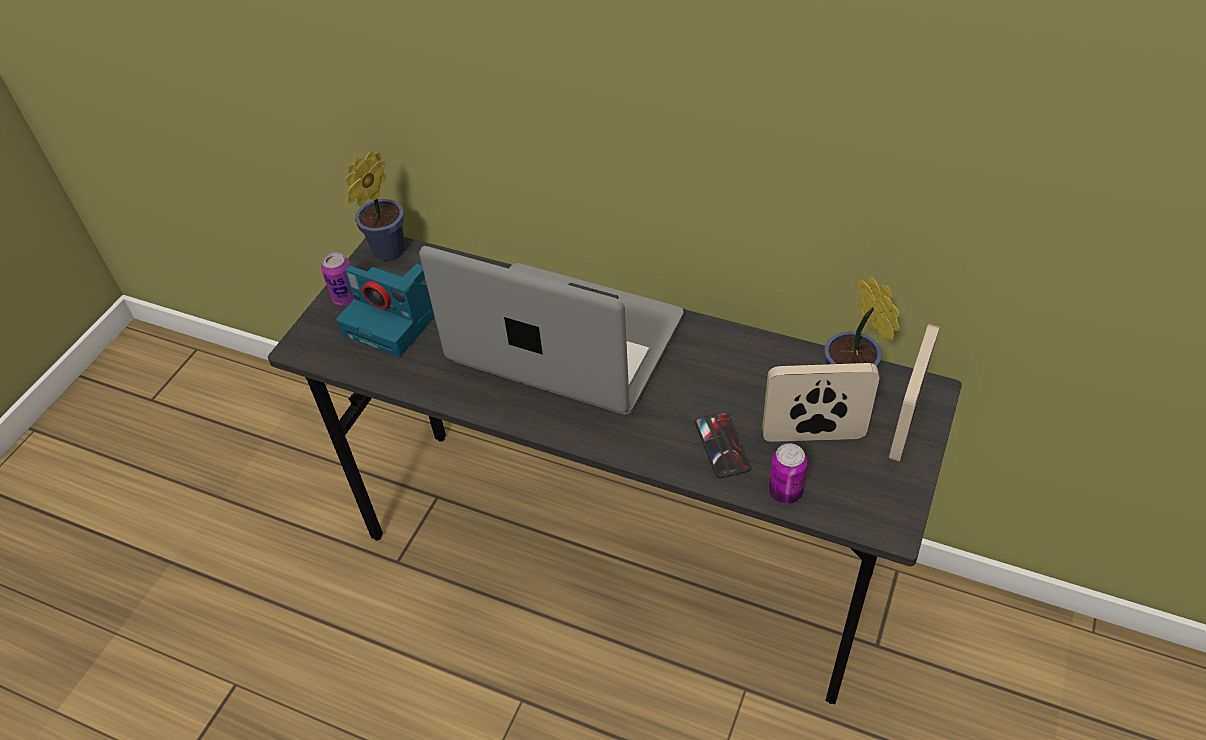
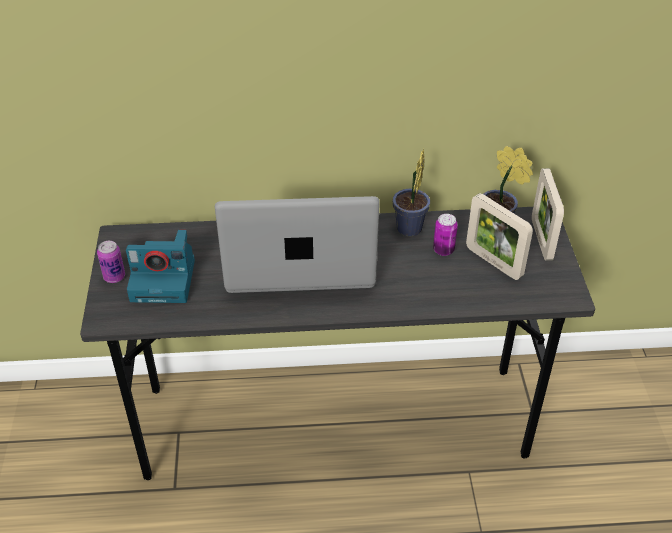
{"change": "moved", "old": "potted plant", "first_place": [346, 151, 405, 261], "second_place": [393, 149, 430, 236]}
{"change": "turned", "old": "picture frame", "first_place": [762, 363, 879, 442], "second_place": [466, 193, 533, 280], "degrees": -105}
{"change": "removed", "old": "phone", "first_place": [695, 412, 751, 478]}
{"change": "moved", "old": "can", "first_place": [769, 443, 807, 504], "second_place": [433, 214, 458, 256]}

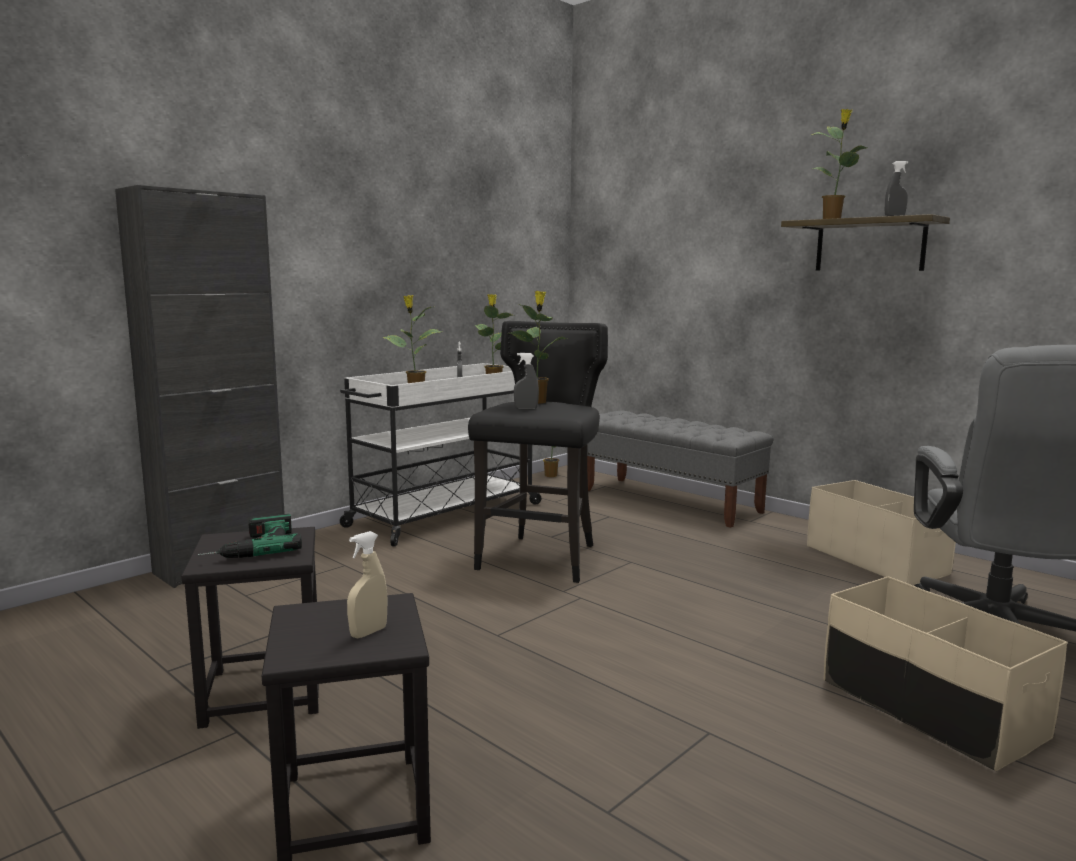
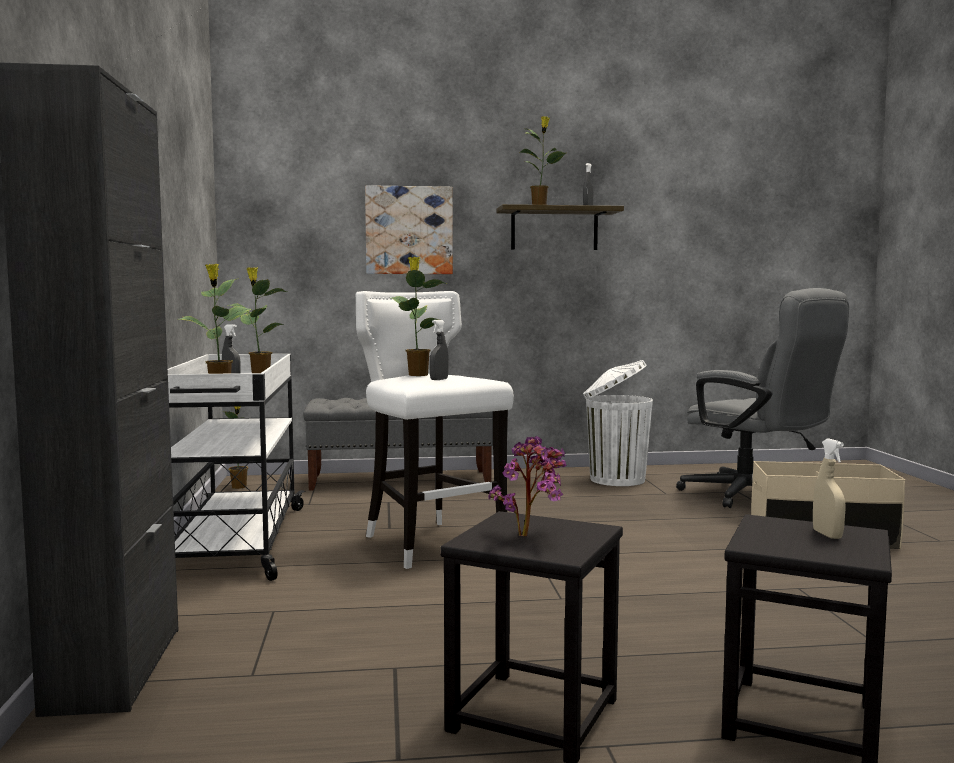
{"change": "recoloured", "old": "stool in black", "new": "stool in white", "first_place": [468, 321, 608, 583], "second_place": [356, 291, 514, 569]}
{"change": "replaced", "old": "storage box in beige", "new": "trash can in white", "first_place": [807, 480, 956, 585], "second_place": [583, 360, 653, 486]}
{"change": "replaced", "old": "power drill", "new": "potted plant", "first_place": [198, 514, 302, 558], "second_place": [488, 436, 567, 536]}
{"change": "added", "new": "picture", "second_place": [365, 185, 453, 274]}

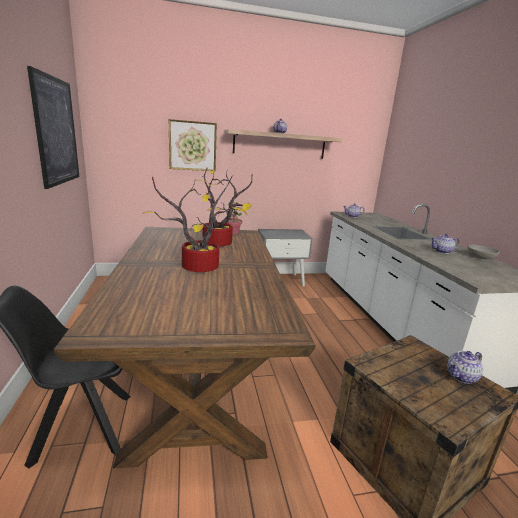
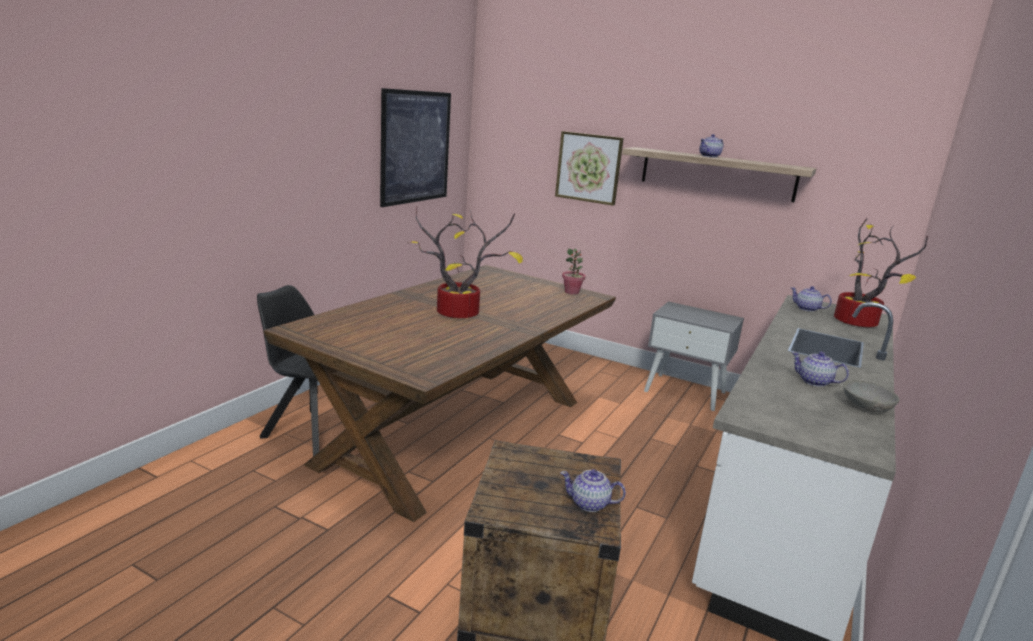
{"change": "moved", "old": "potted plant", "first_place": [202, 168, 252, 246], "second_place": [834, 218, 928, 327]}

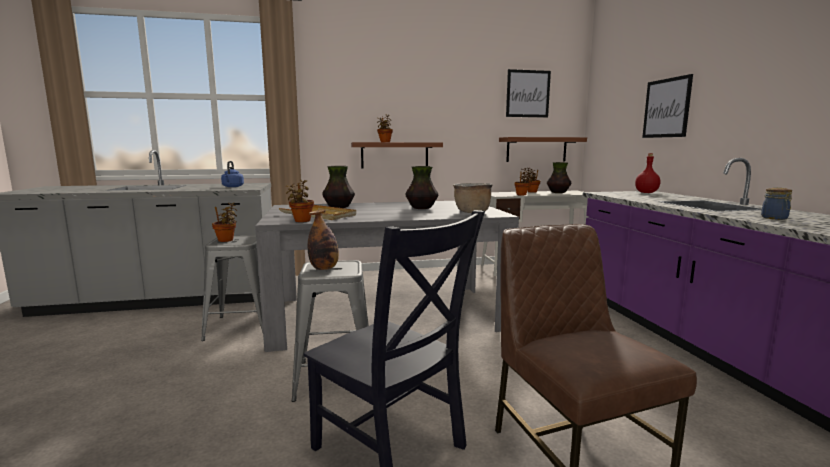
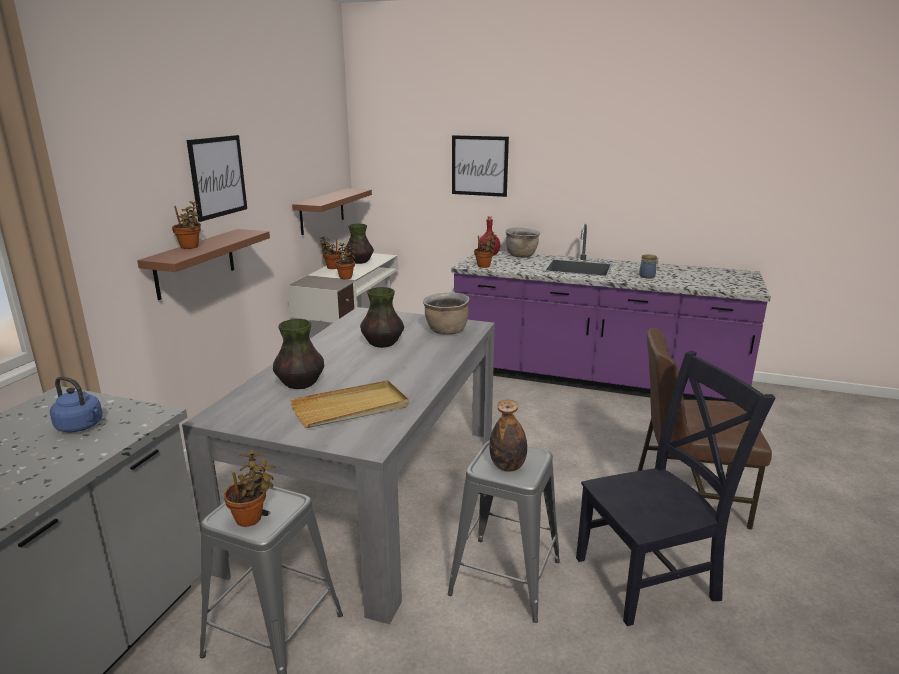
{"change": "moved", "old": "picture", "first_place": [506, 69, 551, 118], "second_place": [187, 135, 247, 222]}
{"change": "moved", "old": "potted plant", "first_place": [286, 180, 314, 222], "second_place": [474, 232, 497, 268]}
{"change": "added", "new": "cooking pot in brown", "second_place": [506, 228, 540, 258]}

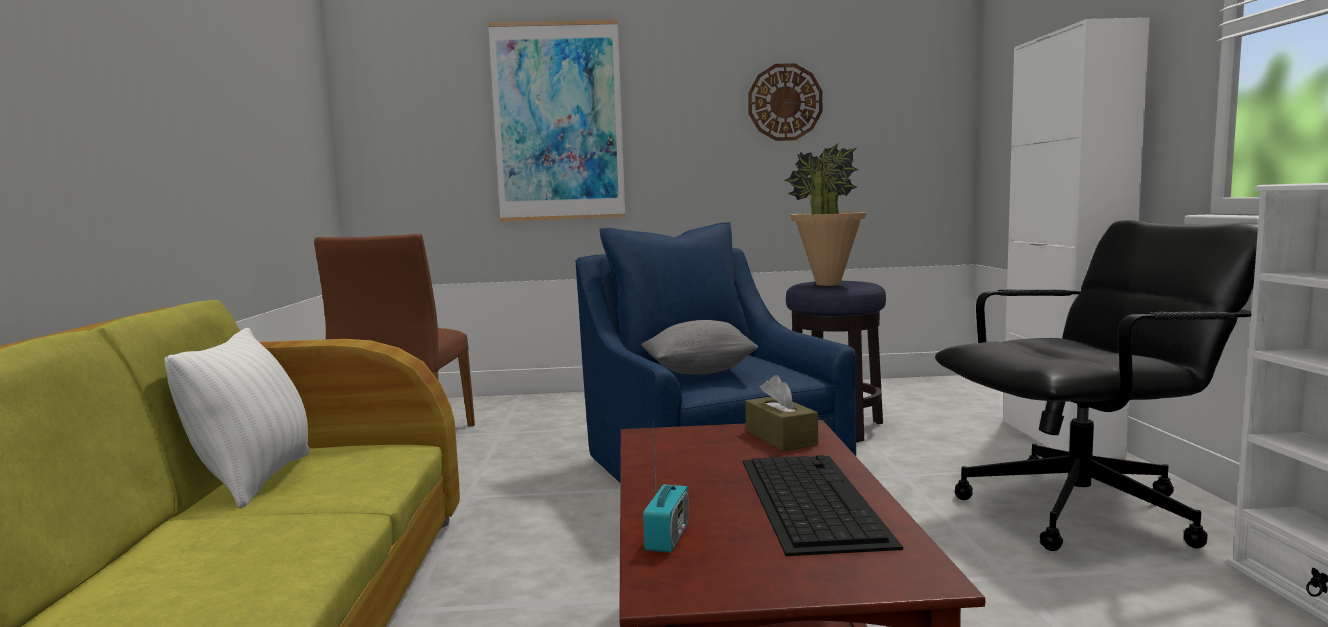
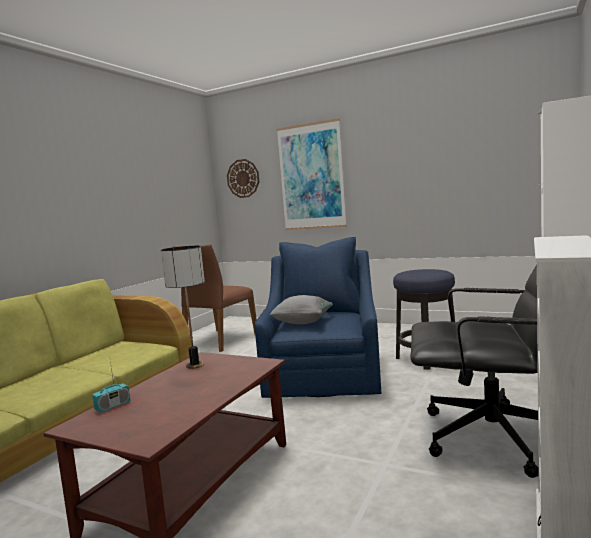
{"change": "moved", "old": "wall clock", "first_place": [748, 63, 823, 141], "second_place": [227, 159, 259, 198]}
{"change": "removed", "old": "potted plant", "first_place": [784, 144, 867, 286]}
{"change": "removed", "old": "pillow in white", "first_place": [164, 328, 310, 508]}
{"change": "removed", "old": "tissue box in brown", "first_place": [745, 375, 818, 451]}
{"change": "removed", "old": "keyboard", "first_place": [742, 455, 903, 556]}
{"change": "added", "new": "table lamp", "second_place": [161, 246, 205, 369]}

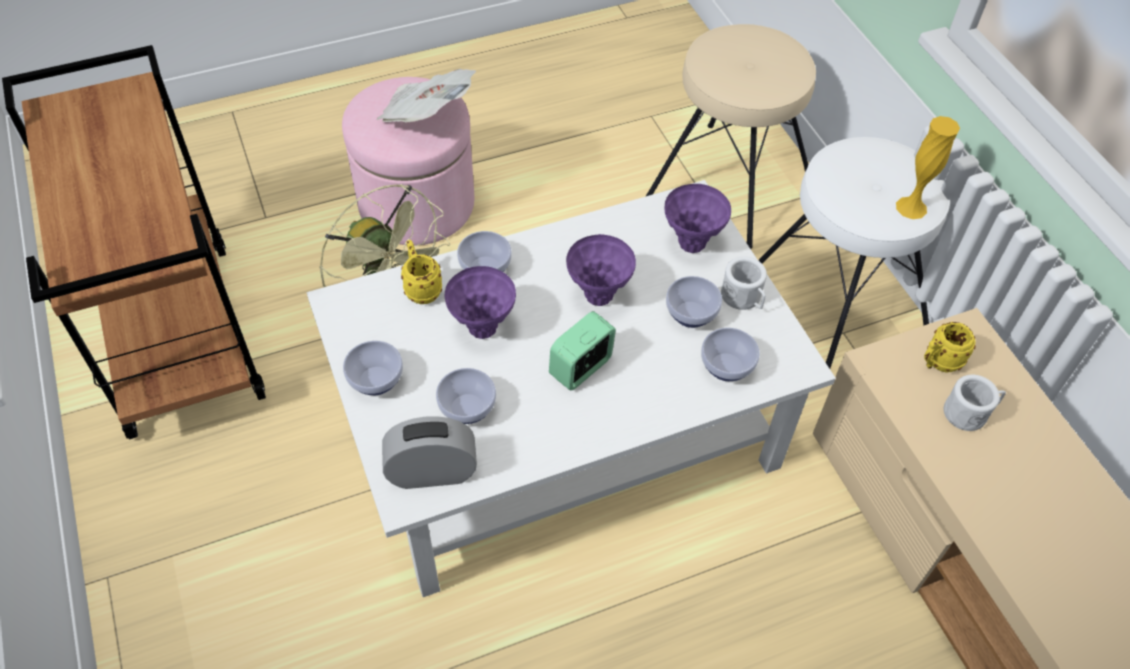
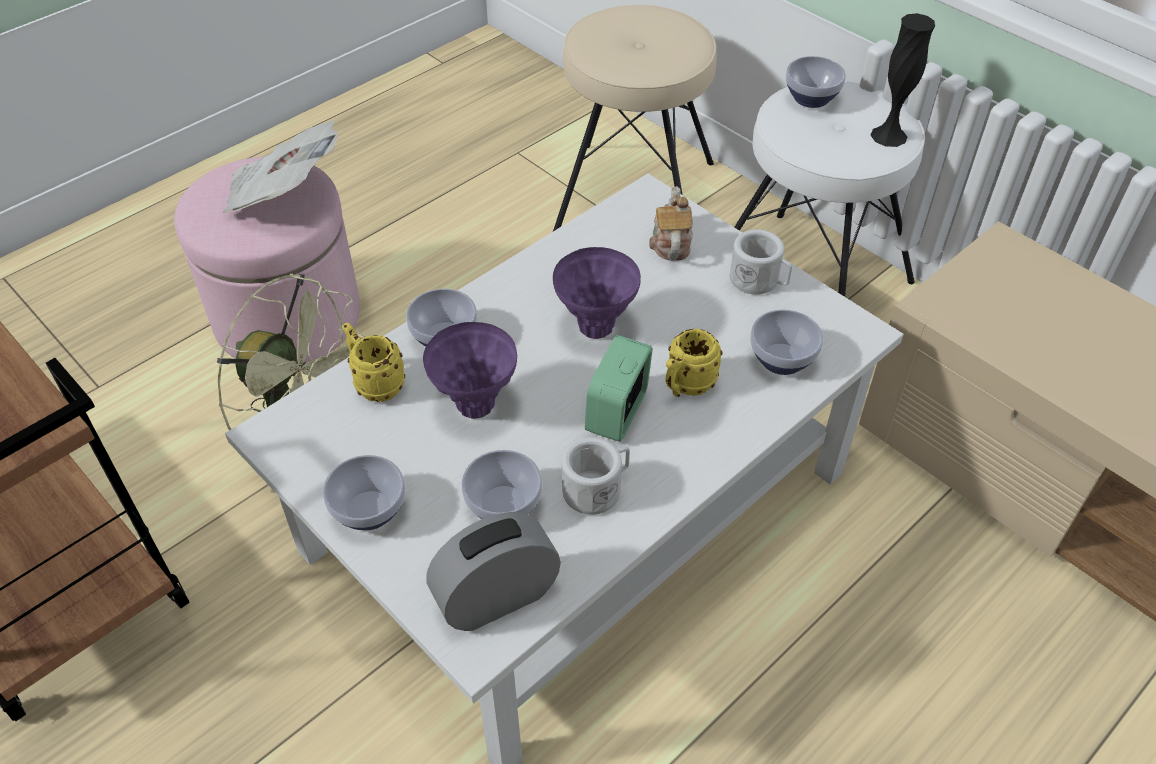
{"change": "recoloured", "old": "vase in yellow", "new": "vase in black", "first_place": [896, 116, 960, 219], "second_place": [871, 13, 935, 147]}
{"change": "replaced", "old": "vase in purple", "new": "teapot", "first_place": [664, 184, 731, 253], "second_place": [649, 186, 693, 261]}
{"change": "moved", "old": "bowl", "first_place": [666, 276, 722, 328], "second_place": [786, 56, 846, 108]}
{"change": "moved", "old": "mug in yellow", "first_place": [924, 322, 976, 372], "second_place": [665, 329, 722, 397]}
{"change": "moved", "old": "mug in white", "first_place": [943, 375, 1006, 431], "second_place": [562, 437, 630, 515]}

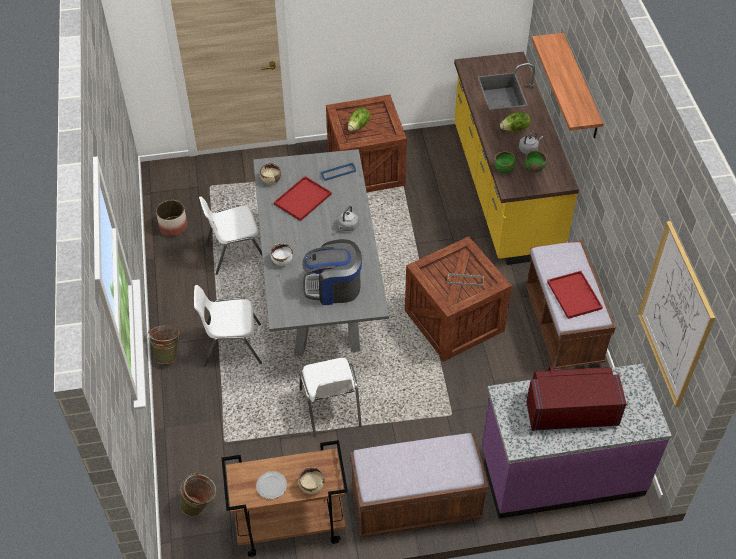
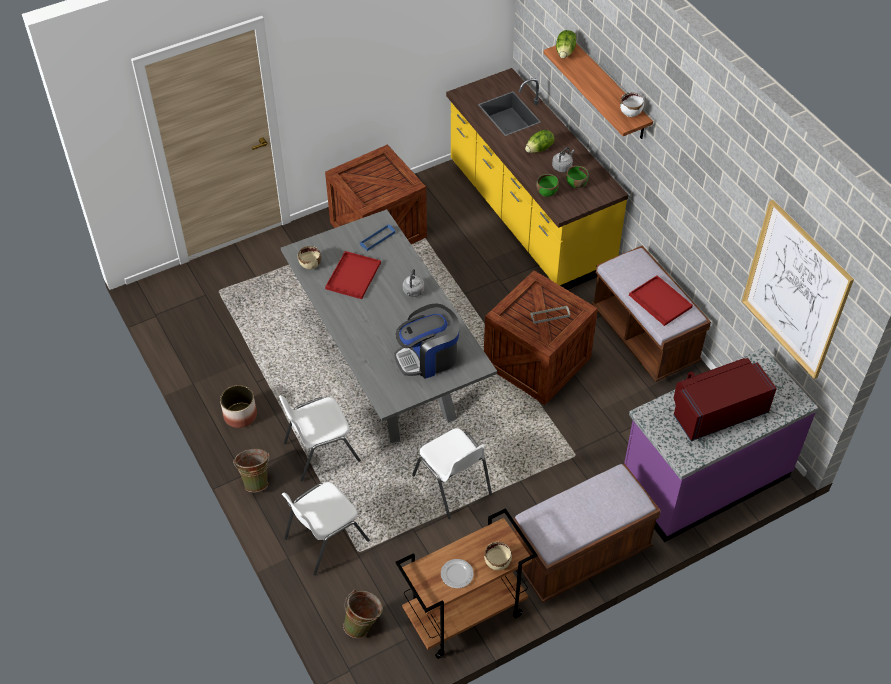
{"change": "moved", "old": "lettuce", "first_place": [348, 108, 370, 131], "second_place": [556, 30, 576, 58]}
{"change": "moved", "old": "chair in white", "first_place": [199, 196, 262, 275], "second_place": [282, 482, 370, 576]}
{"change": "moved", "old": "planter", "first_place": [156, 200, 188, 236], "second_place": [220, 385, 257, 428]}
{"change": "moved", "old": "bowl in white", "first_place": [271, 243, 293, 266], "second_place": [620, 93, 644, 117]}

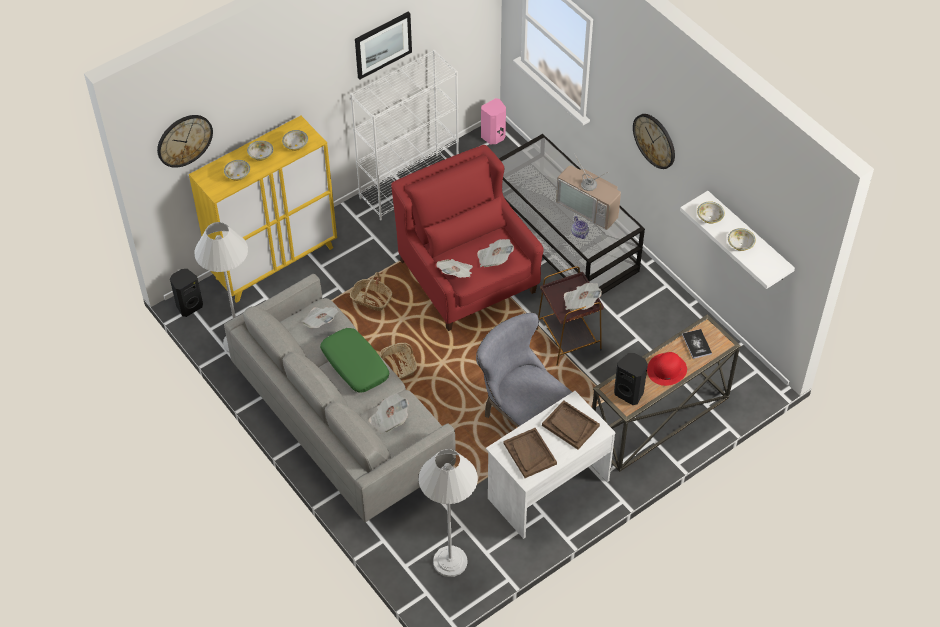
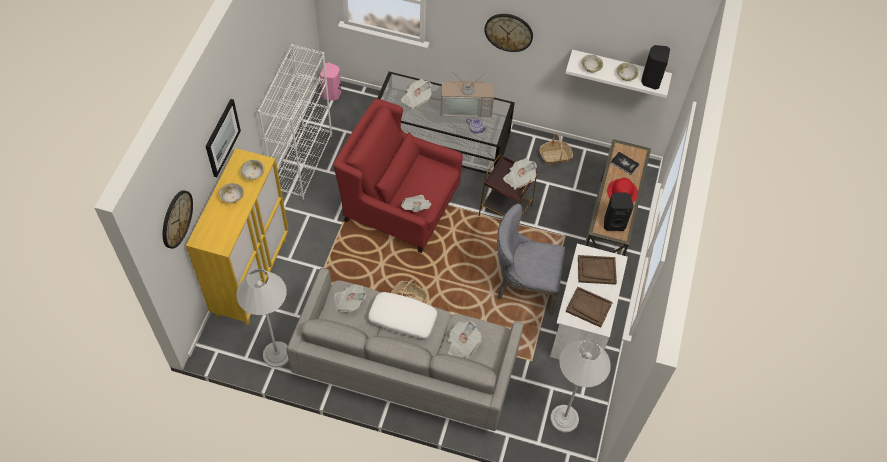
{"change": "moved", "old": "picture", "first_place": [355, 12, 412, 79], "second_place": [206, 99, 241, 177]}
{"change": "removed", "old": "bowl", "first_place": [224, 160, 250, 181]}
{"change": "moved", "old": "newspaper", "first_place": [477, 239, 514, 267], "second_place": [401, 79, 432, 109]}
{"change": "moved", "old": "speaker in black", "first_place": [170, 269, 203, 317], "second_place": [641, 45, 670, 90]}
{"change": "moved", "old": "basket", "first_place": [350, 272, 392, 311], "second_place": [539, 134, 573, 165]}
{"change": "recoloured", "old": "pillow in green", "new": "pillow in white", "first_place": [320, 328, 389, 393], "second_place": [368, 292, 437, 339]}

